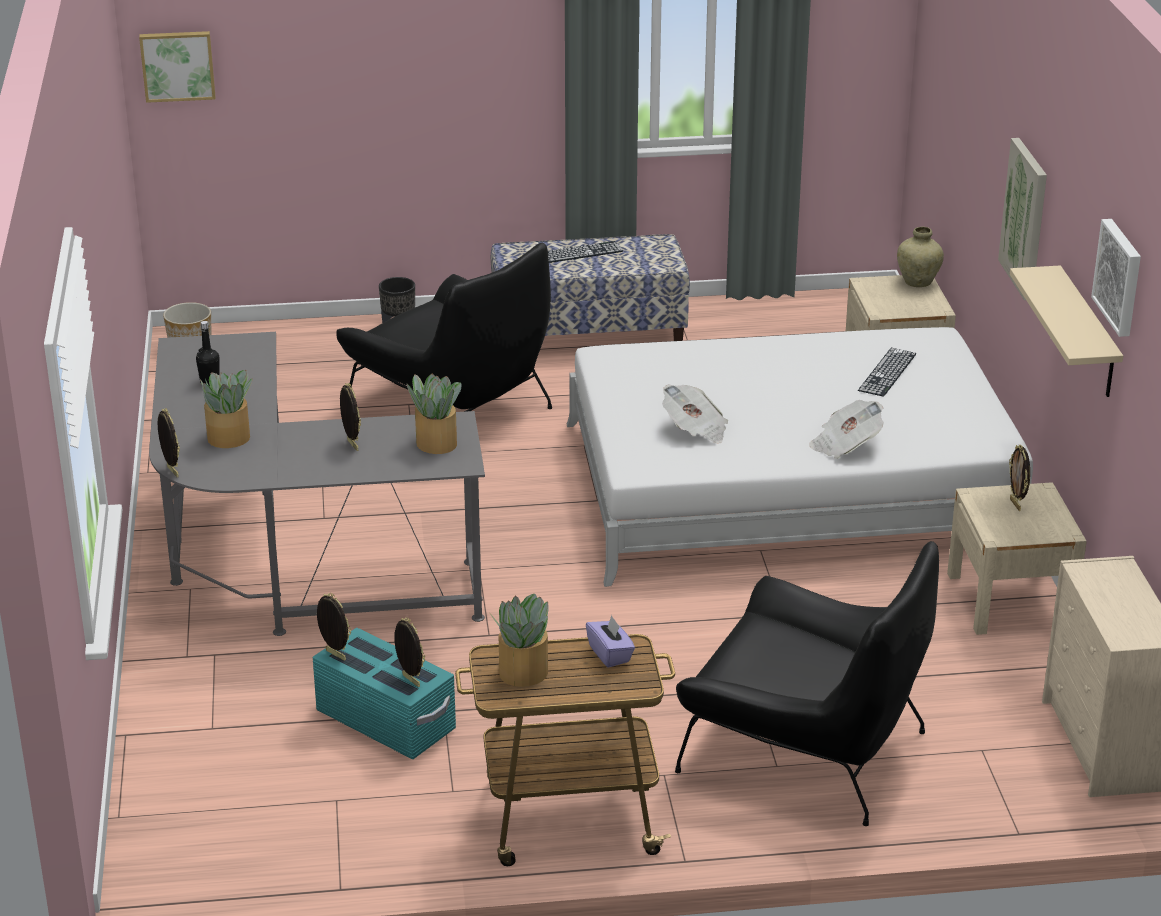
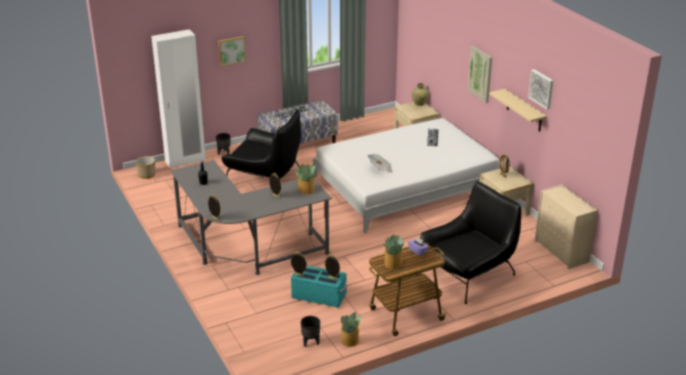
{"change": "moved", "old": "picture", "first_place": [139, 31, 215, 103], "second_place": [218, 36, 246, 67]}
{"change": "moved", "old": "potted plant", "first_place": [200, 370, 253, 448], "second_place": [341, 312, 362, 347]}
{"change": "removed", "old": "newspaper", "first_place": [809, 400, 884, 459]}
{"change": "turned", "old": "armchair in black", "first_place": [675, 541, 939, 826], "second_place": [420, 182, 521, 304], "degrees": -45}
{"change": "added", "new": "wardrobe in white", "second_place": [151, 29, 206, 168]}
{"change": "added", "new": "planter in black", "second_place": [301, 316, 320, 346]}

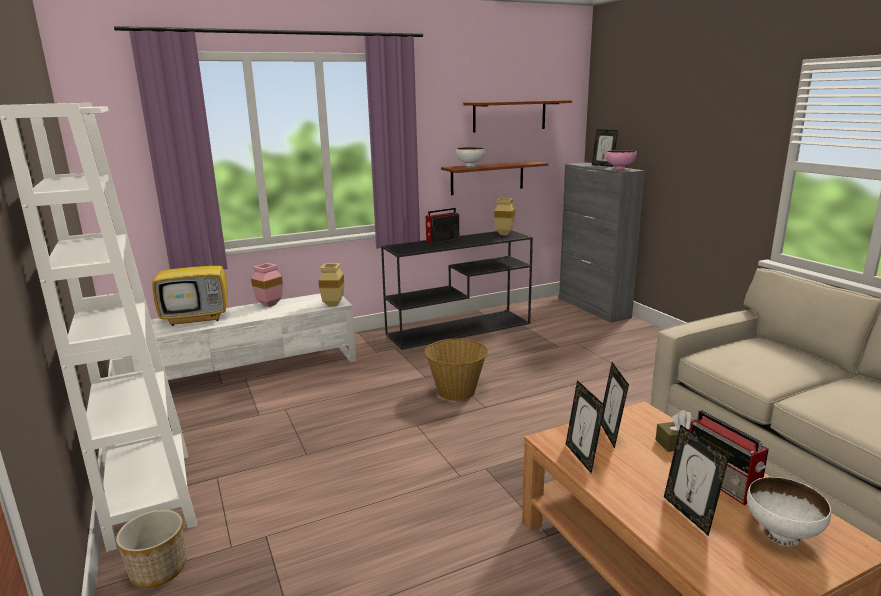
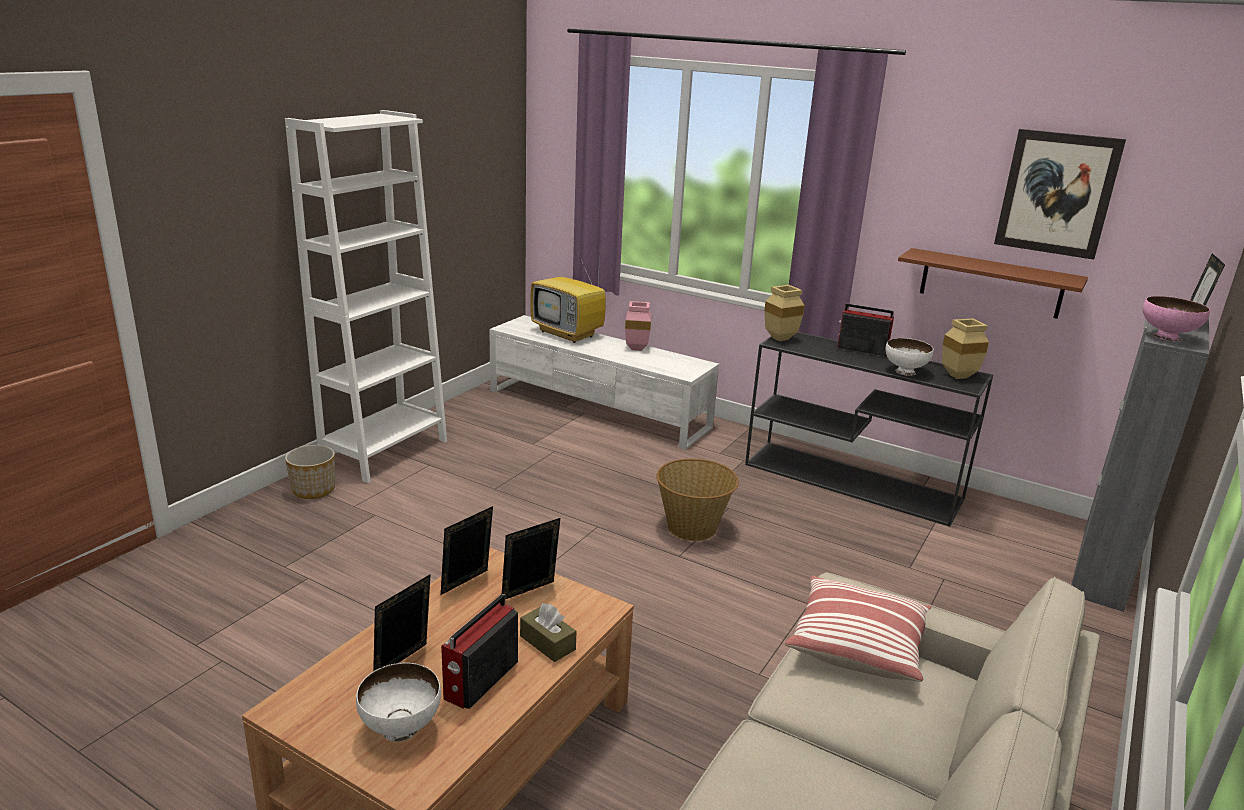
{"change": "replaced", "old": "shelf in brown", "new": "picture", "first_place": [463, 100, 572, 133], "second_place": [994, 129, 1126, 260]}
{"change": "moved", "old": "bowl in white", "first_place": [456, 147, 485, 168], "second_place": [885, 338, 934, 376]}
{"change": "moved", "old": "vase in beige", "first_place": [318, 263, 344, 307], "second_place": [764, 285, 805, 341]}
{"change": "added", "new": "pillow", "second_place": [785, 576, 931, 682]}

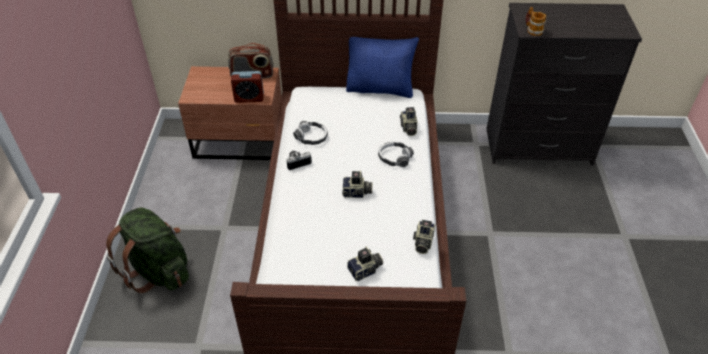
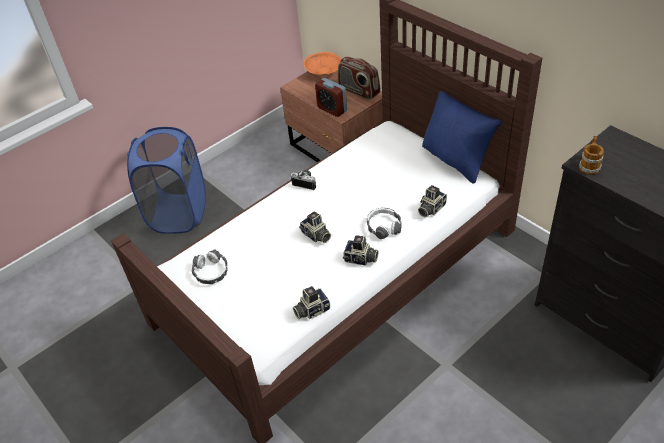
{"change": "moved", "old": "headphones", "first_place": [293, 121, 328, 145], "second_place": [192, 250, 228, 284]}
{"change": "replaced", "old": "backpack in green", "new": "laundry basket in blue", "first_place": [106, 207, 189, 293], "second_place": [127, 127, 206, 234]}
{"change": "moved", "old": "photo camera", "first_place": [347, 247, 383, 281], "second_place": [343, 235, 378, 266]}
{"change": "added", "new": "bowl in orange", "second_place": [304, 52, 341, 75]}

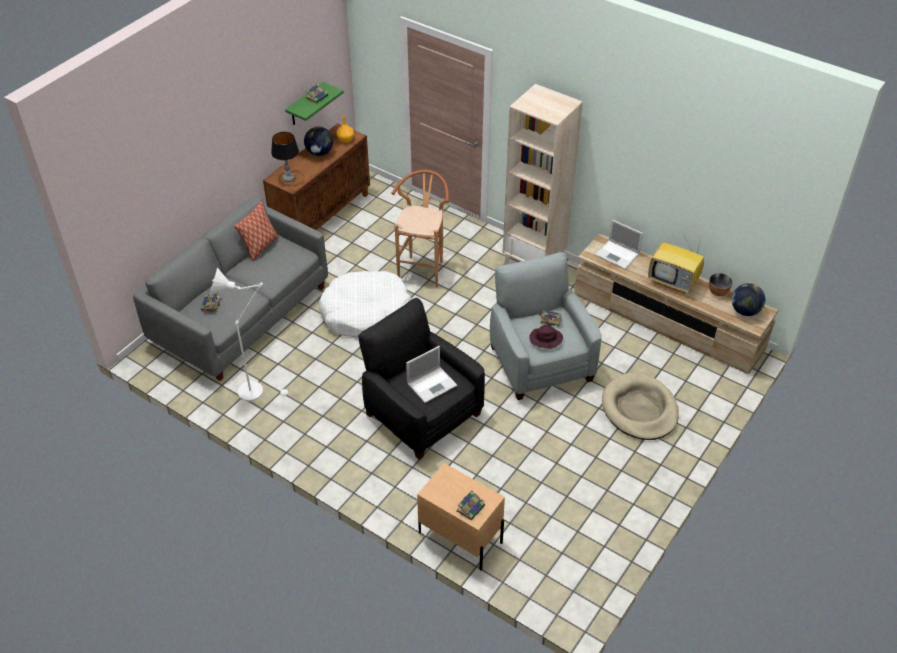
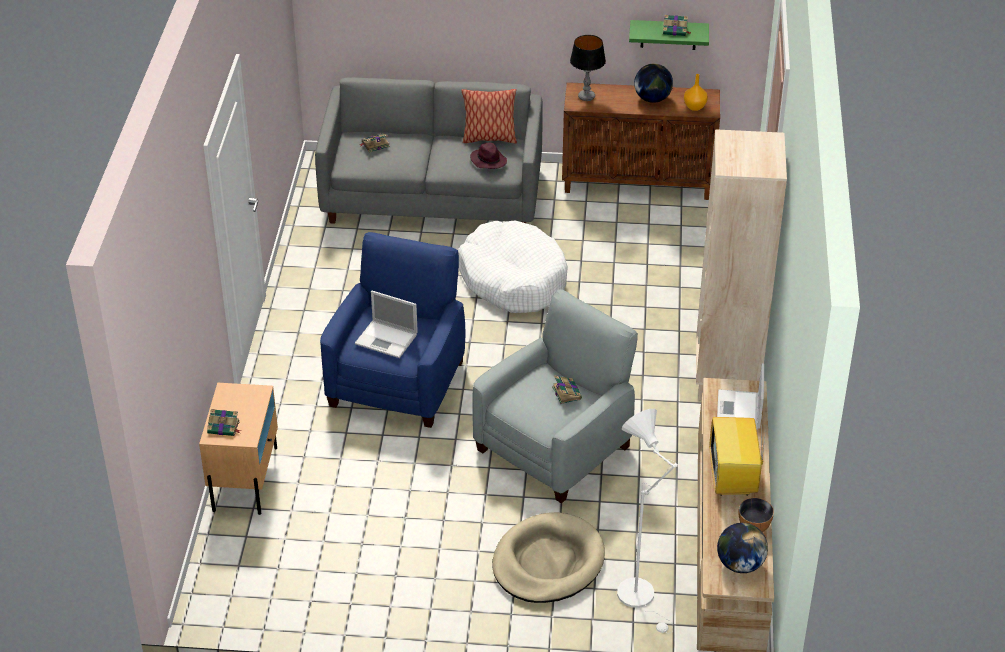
{"change": "removed", "old": "stool in brown", "first_place": [391, 170, 449, 288]}
{"change": "moved", "old": "floor lamp in white", "first_place": [210, 268, 290, 402], "second_place": [617, 409, 678, 634]}
{"change": "recoloured", "old": "armchair in black", "new": "armchair in blue", "first_place": [358, 298, 485, 460], "second_place": [320, 232, 466, 428]}
{"change": "moved", "old": "hat in purple", "first_place": [529, 325, 563, 349], "second_place": [470, 143, 507, 169]}

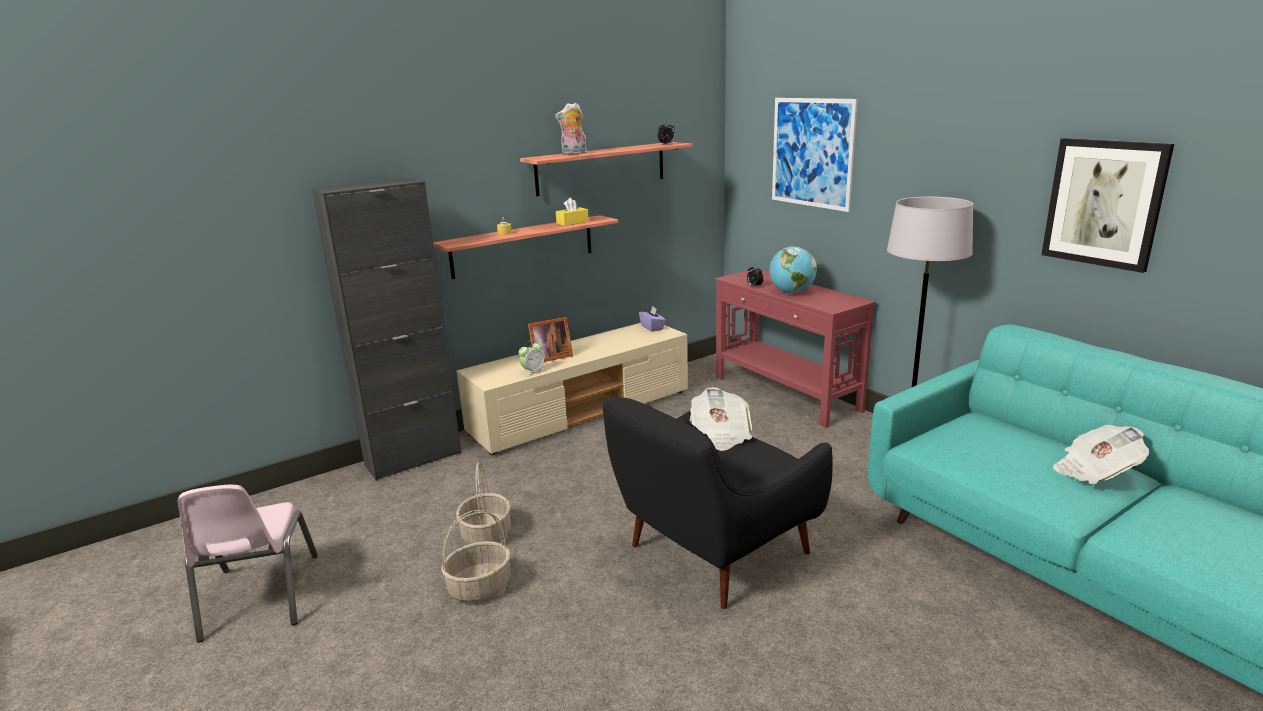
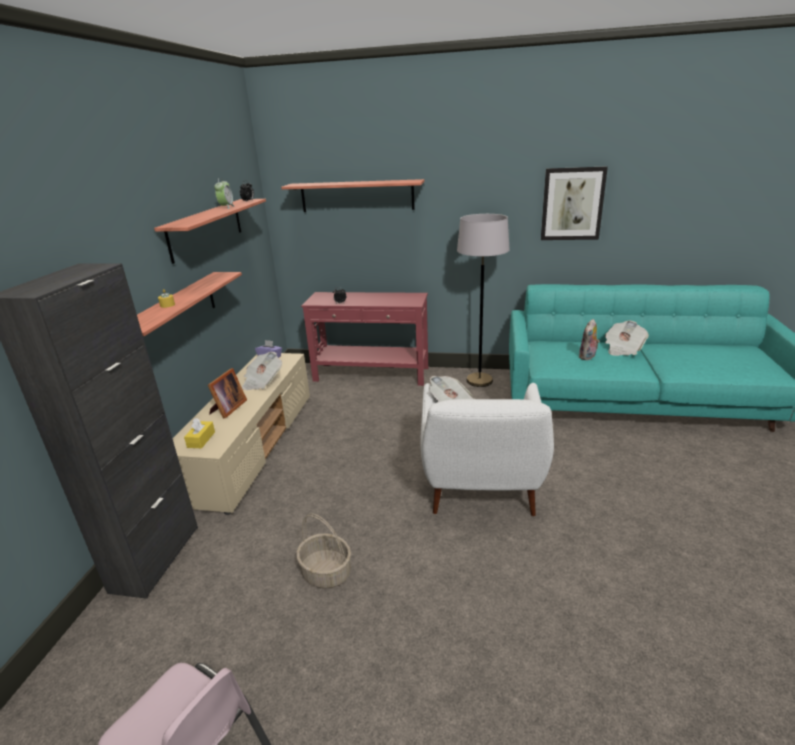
{"change": "replaced", "old": "picture", "new": "shelf", "first_place": [772, 98, 858, 212], "second_place": [281, 179, 424, 212]}
{"change": "moved", "old": "plush toy", "first_place": [555, 103, 587, 155], "second_place": [579, 319, 600, 360]}
{"change": "moved", "old": "tissue box in yellow", "first_place": [556, 198, 589, 226], "second_place": [184, 418, 215, 448]}
{"change": "removed", "old": "globe", "first_place": [769, 246, 817, 294]}
{"change": "moved", "old": "alarm clock", "first_place": [519, 340, 546, 377], "second_place": [214, 178, 234, 209]}
{"change": "recoloured", "old": "armchair in black", "new": "armchair in white", "first_place": [602, 397, 832, 609], "second_place": [420, 383, 554, 516]}
{"change": "removed", "old": "basket", "first_place": [441, 510, 511, 603]}
{"change": "added", "new": "newspaper", "second_place": [242, 352, 282, 390]}

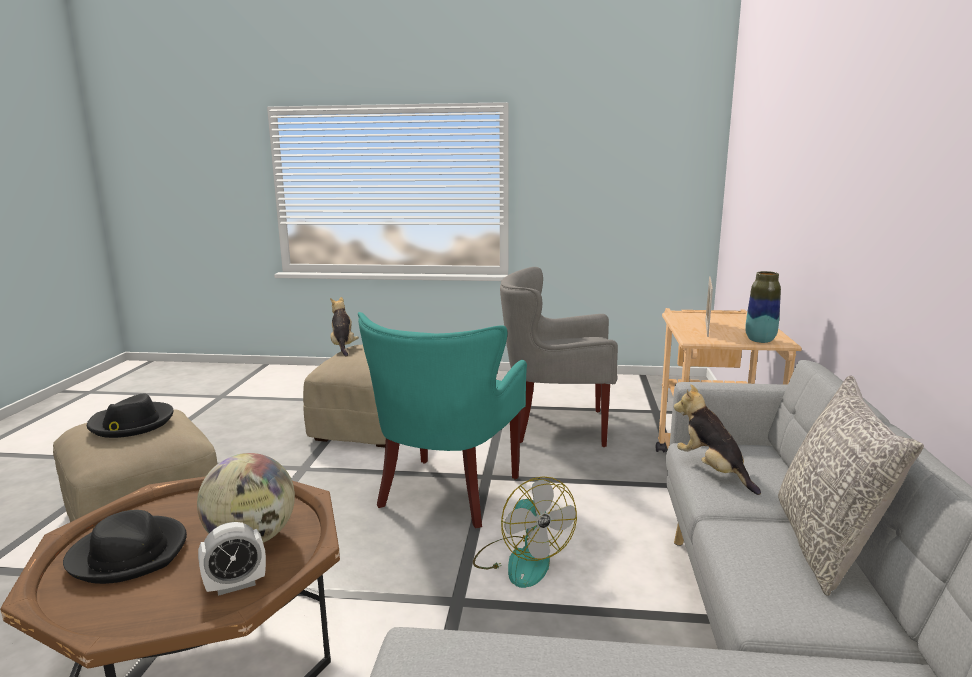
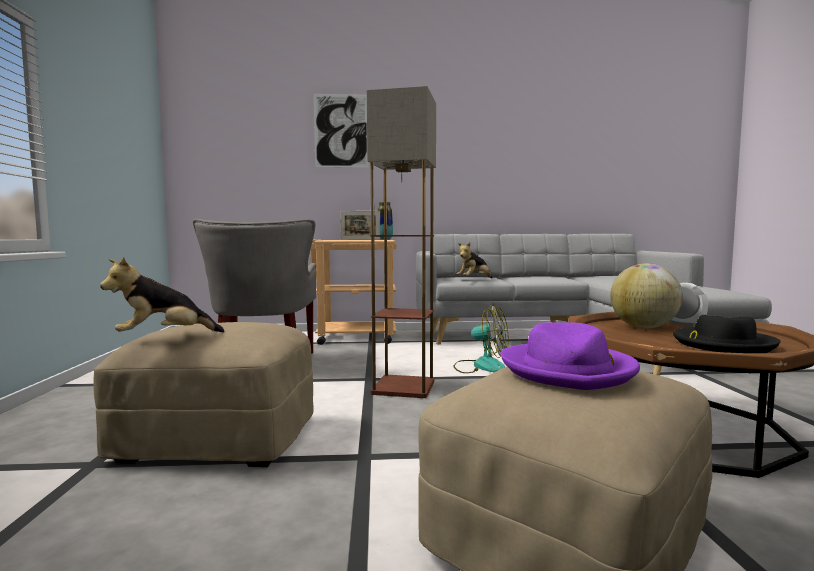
{"change": "replaced", "old": "armchair in turquoise", "new": "floor lamp", "first_place": [358, 312, 527, 529], "second_place": [367, 86, 436, 398]}
{"change": "removed", "old": "pillow in grey", "first_place": [778, 375, 924, 596]}
{"change": "recoloured", "old": "hat in black", "new": "hat in purple", "first_place": [87, 394, 173, 438], "second_place": [501, 322, 640, 390]}
{"change": "turned", "old": "fan", "first_place": [473, 476, 577, 588], "second_place": [454, 305, 509, 373], "degrees": 60}
{"change": "added", "new": "picture", "second_place": [314, 94, 368, 167]}

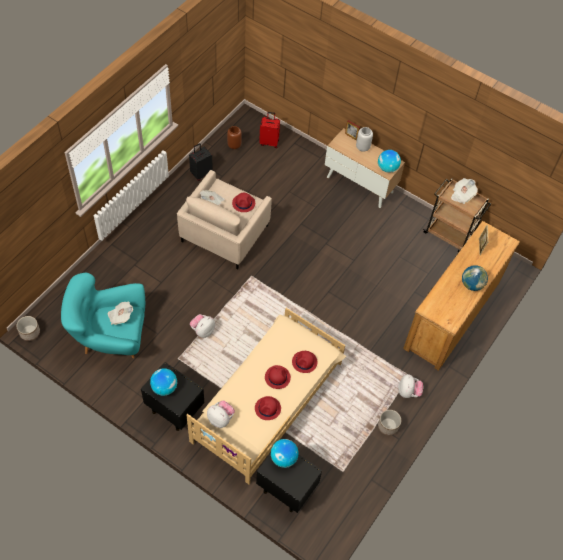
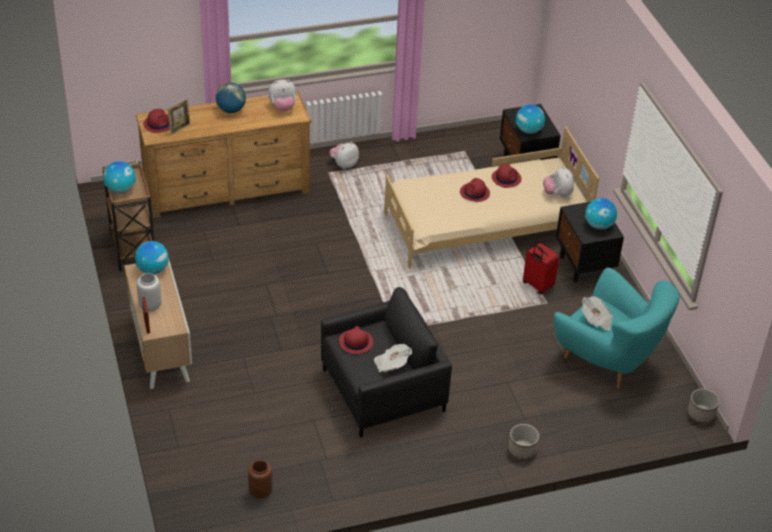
{"change": "moved", "old": "suitcase in red", "first_place": [259, 112, 280, 148], "second_place": [523, 243, 559, 294]}
{"change": "removed", "old": "suitcase in black", "first_place": [189, 143, 213, 181]}
{"change": "recoloured", "old": "armchair in beige", "new": "armchair in black", "first_place": [177, 170, 272, 269], "second_place": [321, 287, 452, 438]}
{"change": "replaced", "old": "newspaper", "new": "globe", "first_place": [451, 178, 478, 204], "second_place": [103, 161, 136, 193]}
{"change": "moved", "old": "plush toy", "first_place": [190, 314, 215, 338], "second_place": [268, 79, 296, 111]}
{"change": "moved", "old": "hat in red", "first_place": [292, 351, 318, 373], "second_place": [143, 109, 170, 133]}
{"change": "moved", "old": "planter", "first_place": [378, 410, 401, 436], "second_place": [508, 424, 539, 460]}

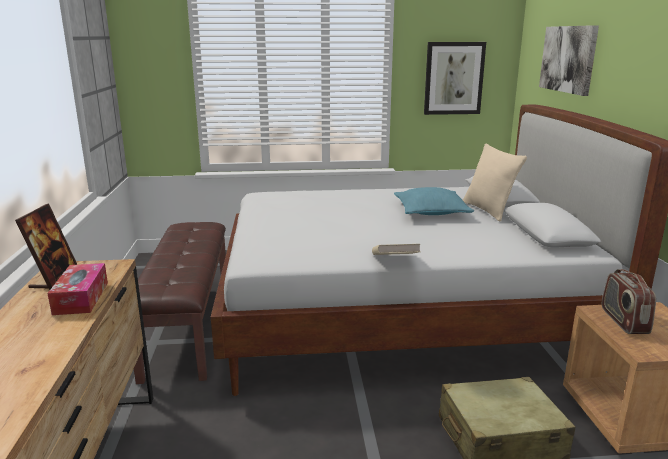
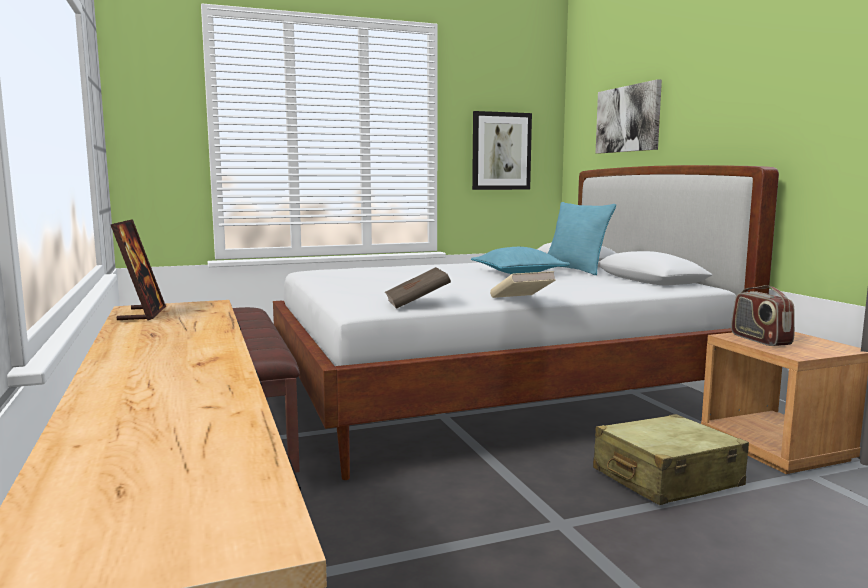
{"change": "recoloured", "old": "pillow in beige", "new": "pillow in turquoise", "first_place": [463, 143, 527, 222], "second_place": [548, 202, 616, 275]}
{"change": "removed", "old": "tissue box", "first_place": [47, 263, 108, 315]}
{"change": "added", "new": "book in brown", "second_place": [385, 267, 451, 309]}

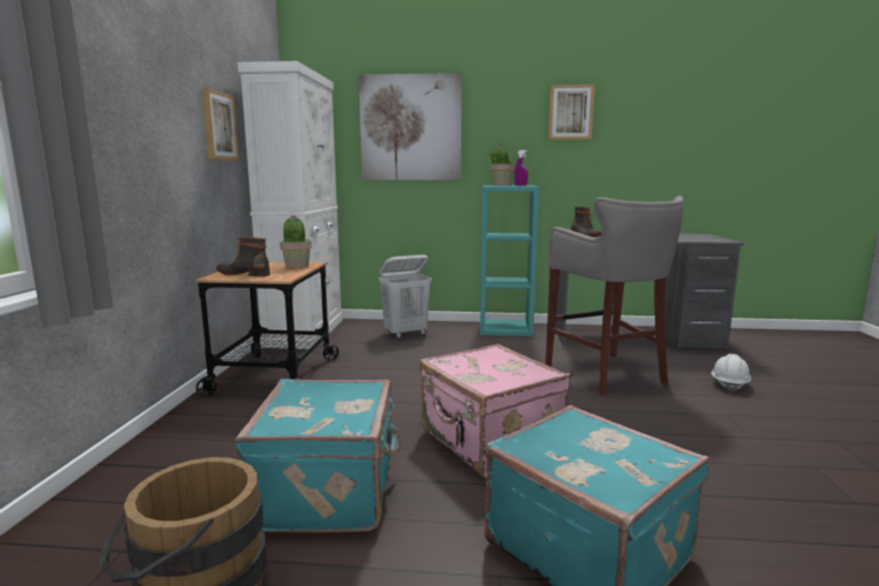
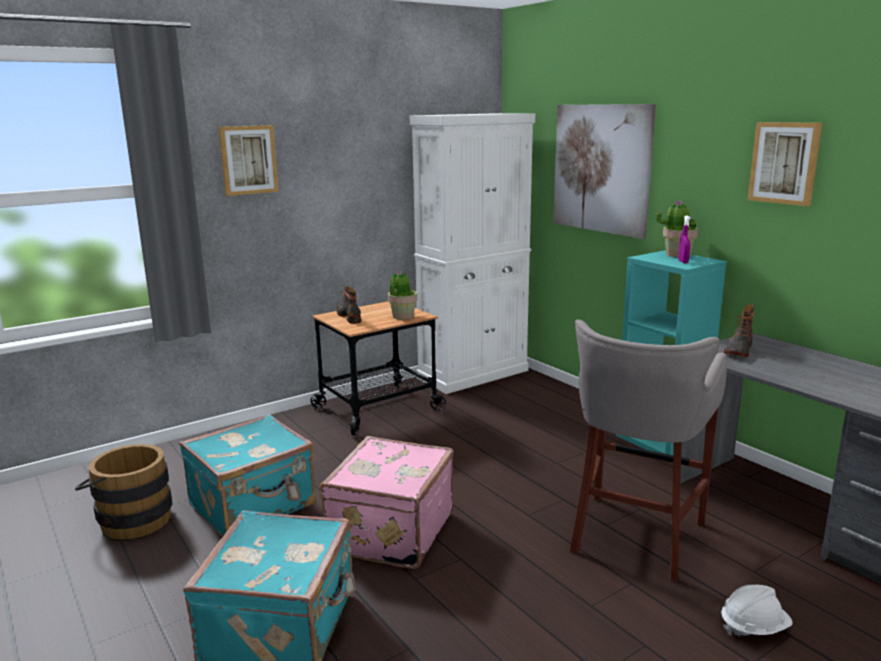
{"change": "moved", "old": "picture", "first_place": [202, 87, 239, 161], "second_place": [218, 125, 279, 196]}
{"change": "removed", "old": "laundry basket in white", "first_place": [379, 255, 432, 338]}

